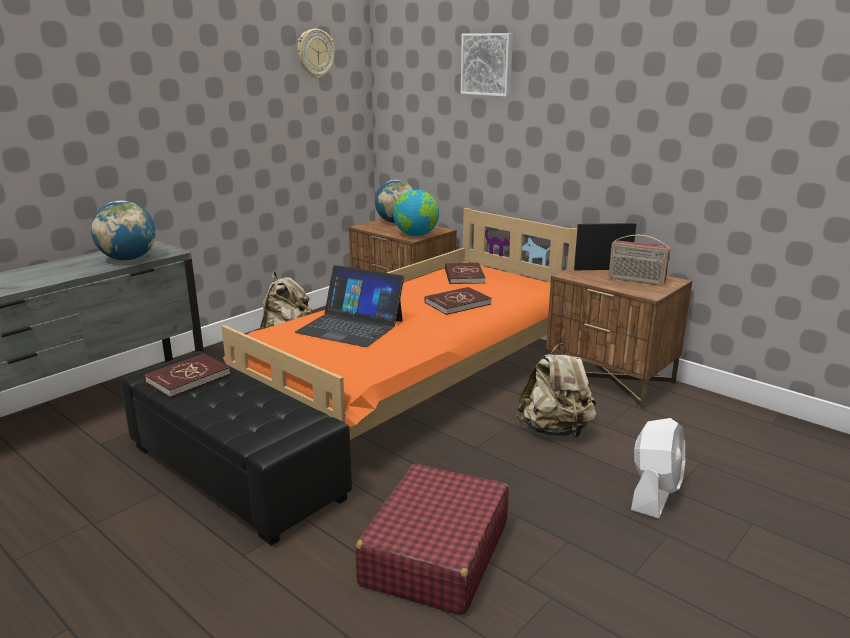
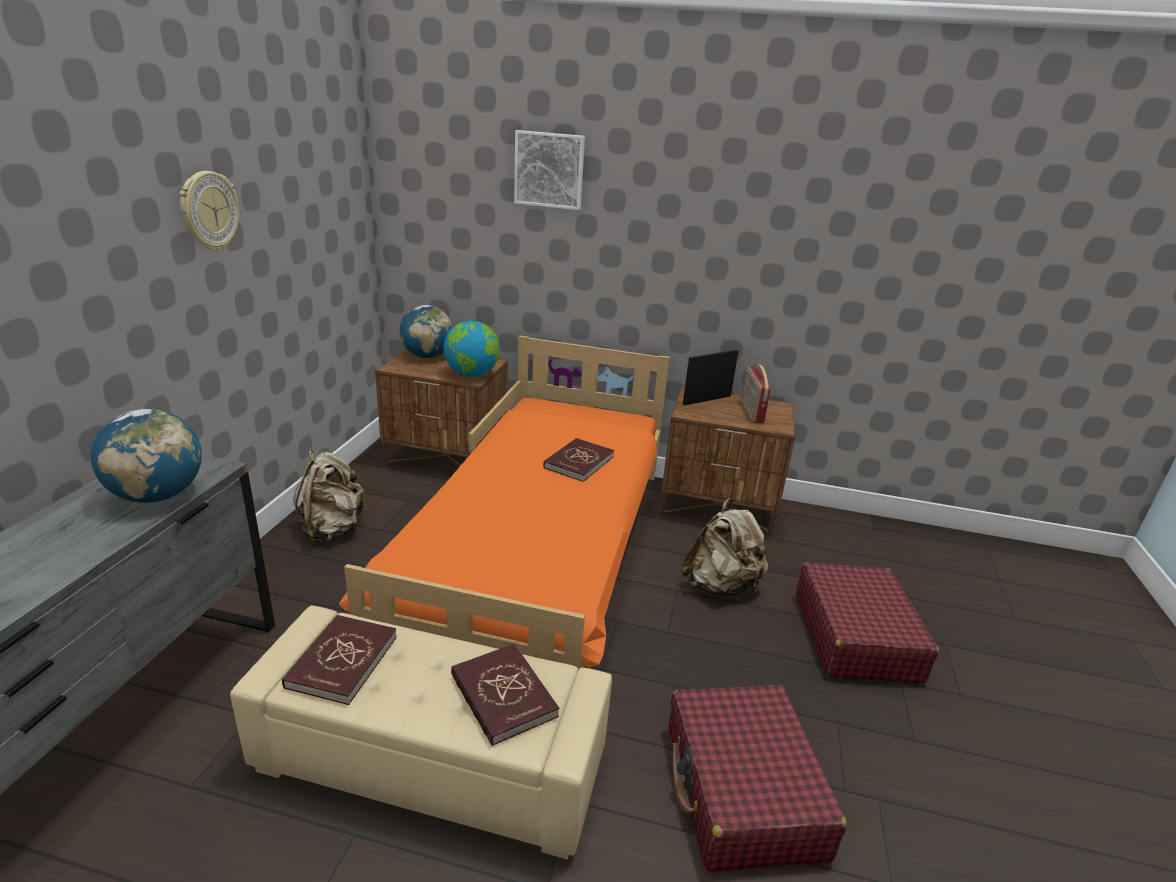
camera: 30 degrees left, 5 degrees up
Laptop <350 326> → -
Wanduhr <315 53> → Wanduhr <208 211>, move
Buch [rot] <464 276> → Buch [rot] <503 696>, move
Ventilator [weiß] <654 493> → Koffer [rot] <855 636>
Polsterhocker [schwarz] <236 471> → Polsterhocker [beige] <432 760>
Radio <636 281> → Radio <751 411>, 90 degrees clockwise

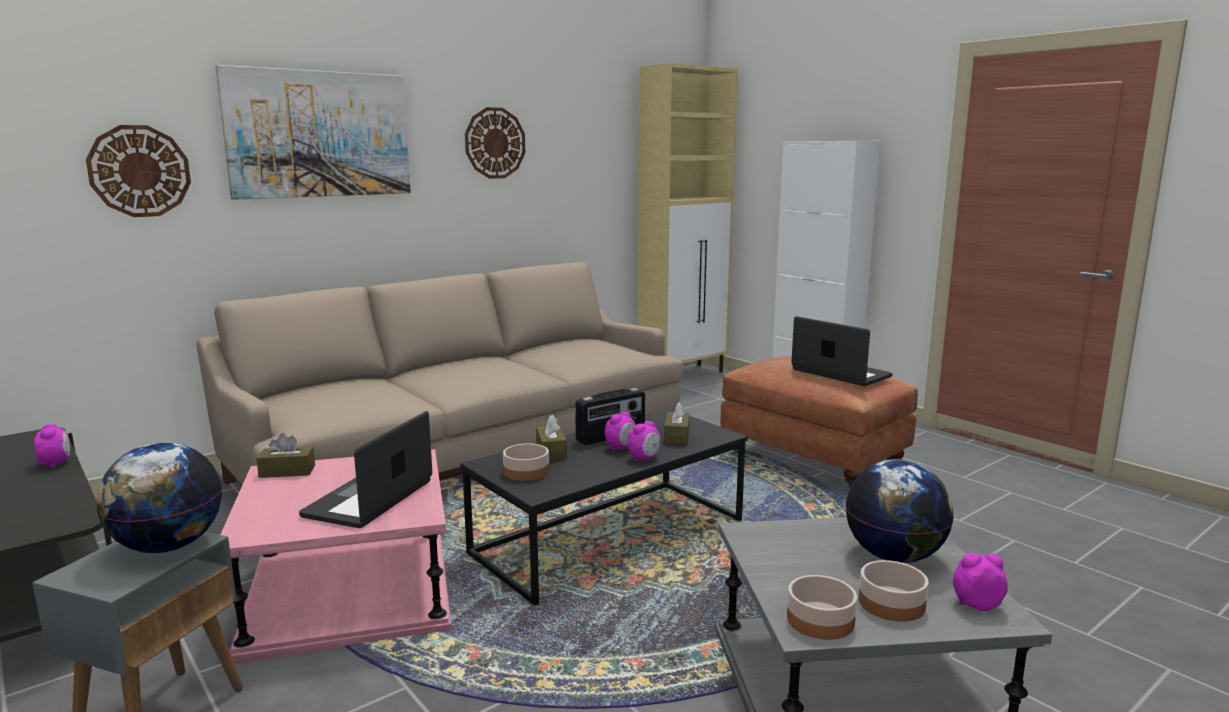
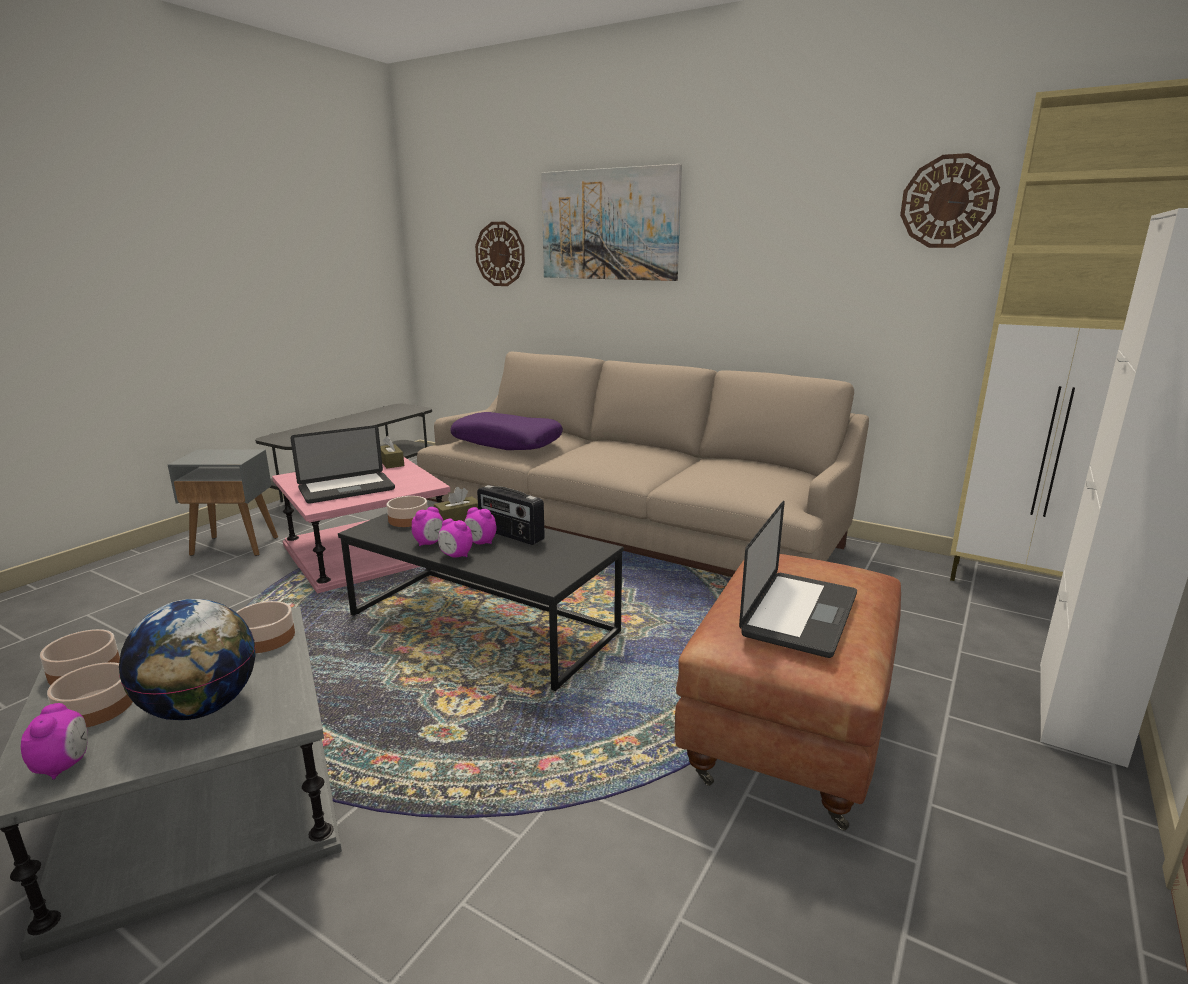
camera: 70 degrees right, 5 degrees up
Globus <168 546> → -
Taschentuchbox [braun] <676 436> → -
- → Schüssel <266 638>
- → Kissen [lila] <507 442>
Wecker <56 464> → Wecker <430 543>, move
Wanduhr <495 143> → Wanduhr <948 202>, move
Laptop <369 499> → Laptop <347 489>, 150 degrees clockwise

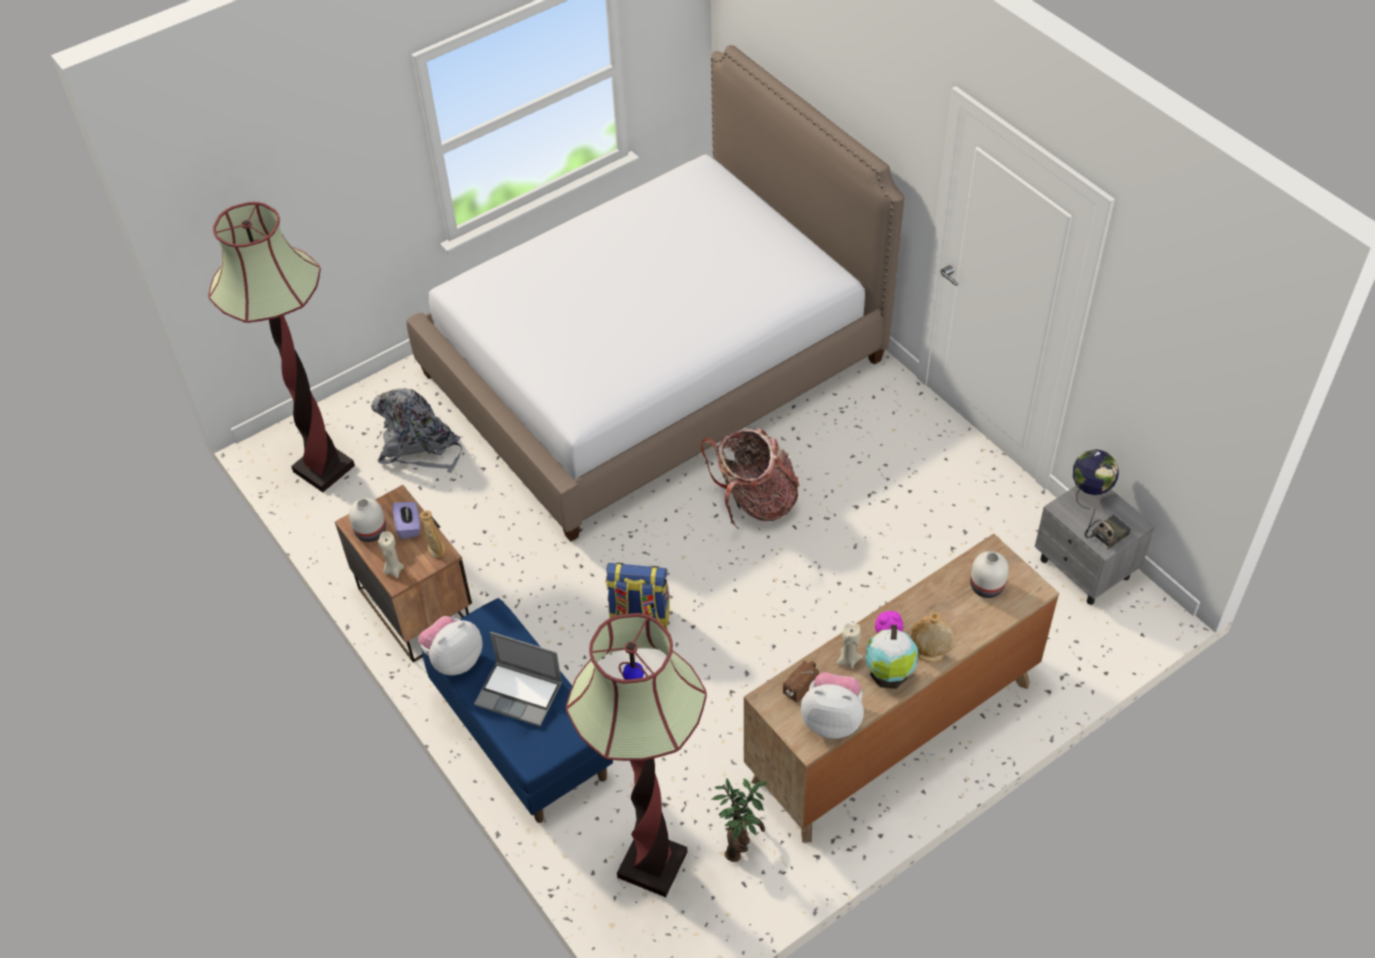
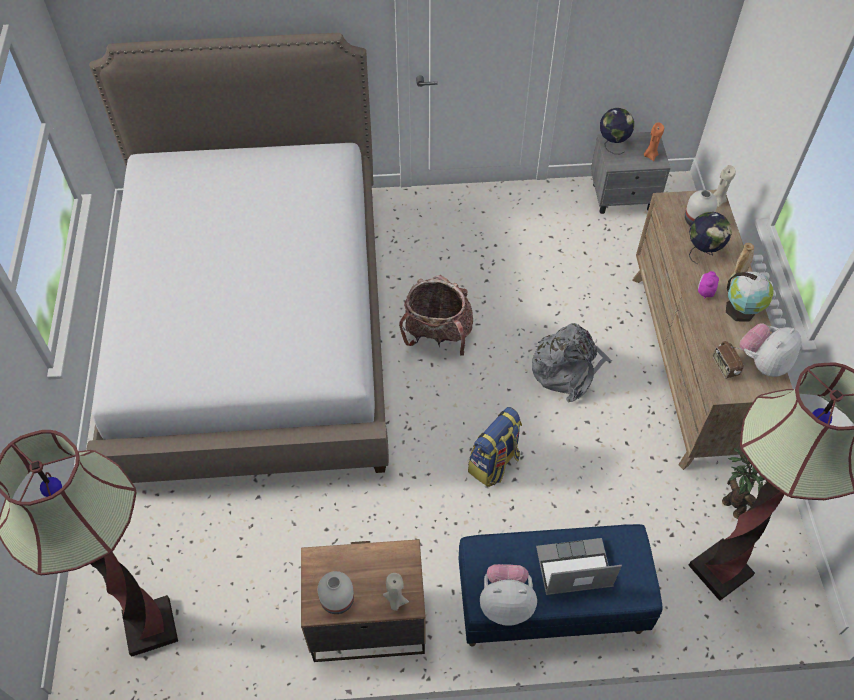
camera: 60 degrees left, 5 degrees up
Taschentuchbox [lila] <409 526> → -
Vase [beige] <436 549> → -
- → Globus <703 252>
Rucksack [grau] <420 446> → Rucksack [grau] <567 369>, move
Kerze [beige] <848 660> → Kerze [beige] <717 200>, move
Radio <1106 534> → Kerze [orange] <650 155>
Plüschtier <454 659> → Plüschtier <506 603>, 105 degrees clockwise
Laptop <520 694> → Laptop <573 569>, 150 degrees counterclockwise

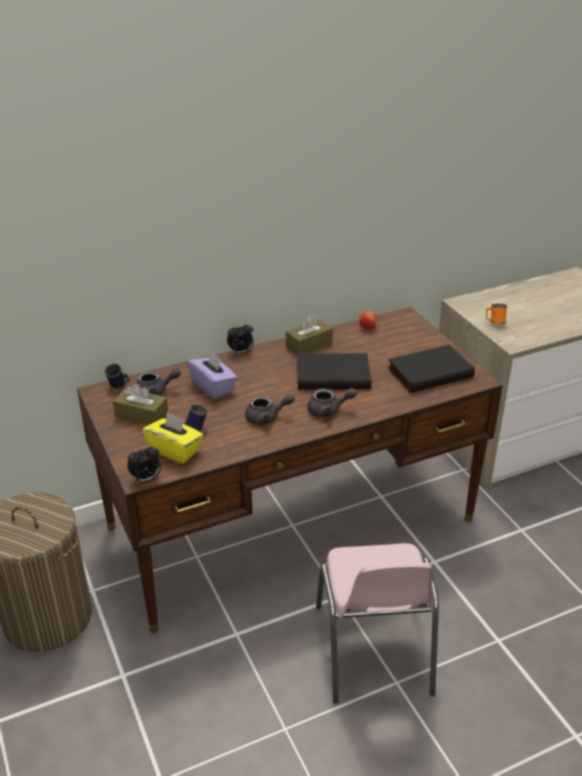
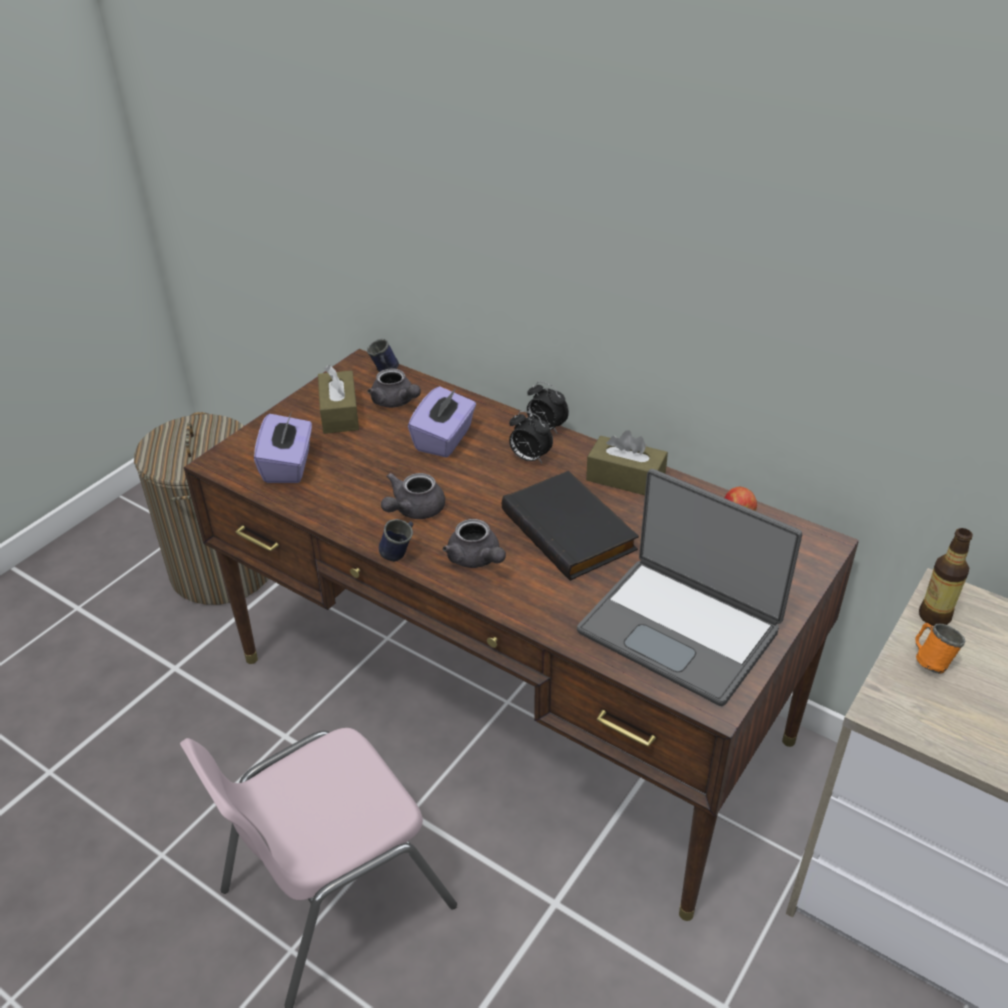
camera: 60 degrees right, 5 degrees up
- → Flasche <934 616>
Wecker <146 479> → Wecker <529 458>, move
Henkelbecher [blau] <196 426> → Henkelbecher [blau] <400 553>, move
Buch [schwarz] <429 371> → Laptop <681 629>
Taschentuchbox [gelb] <175 450> → Taschentuchbox [lila] <288 466>
Teekanne [grau] <267 418> → Teekanne [grau] <413 510>, 75 degrees clockwise

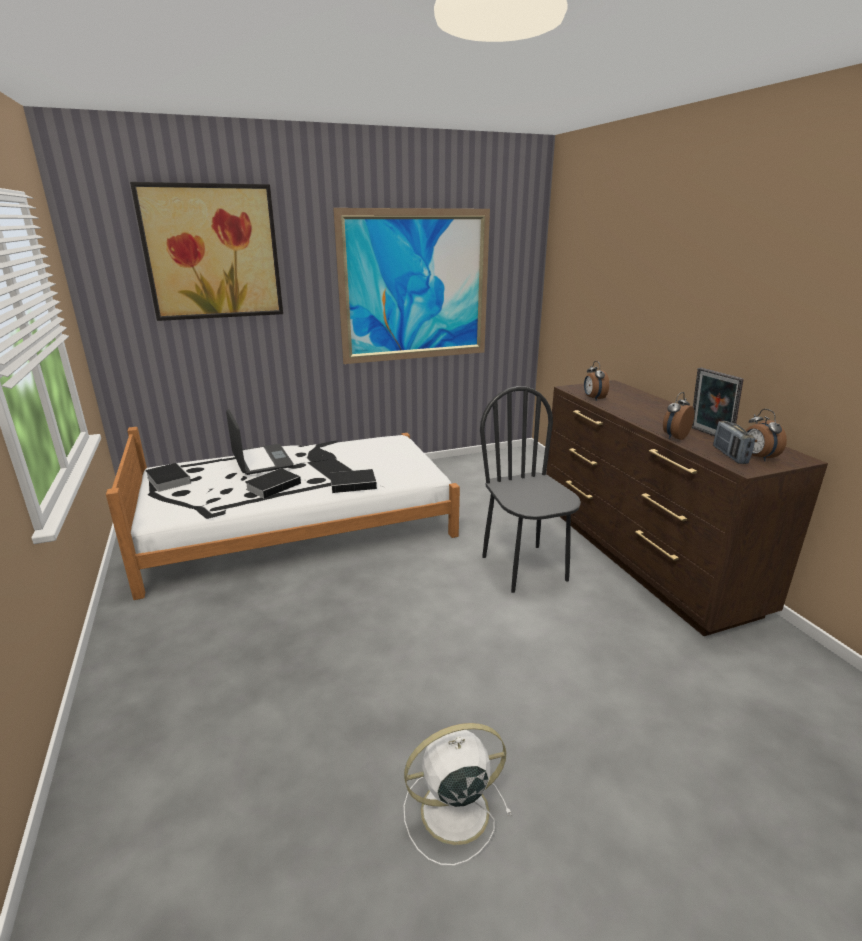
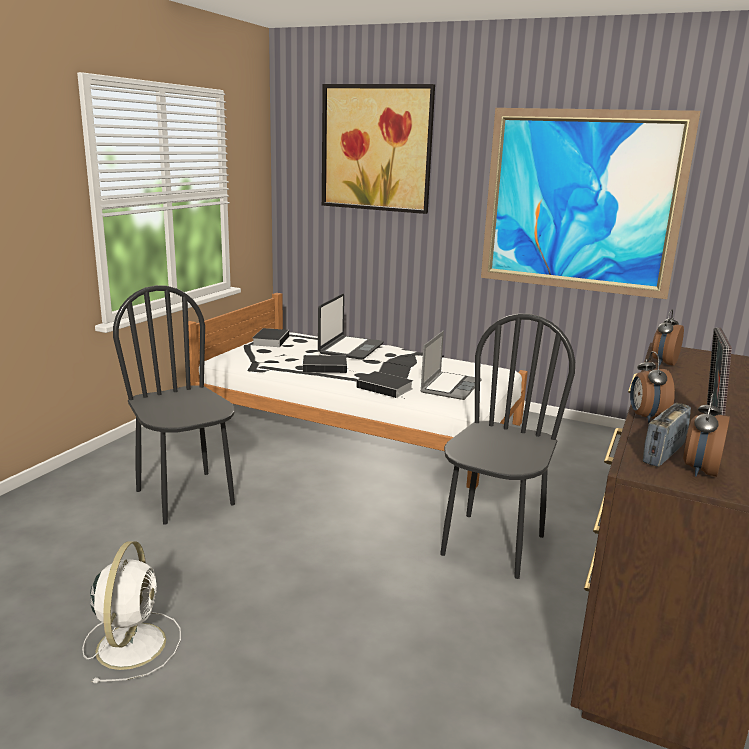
camera: 45 degrees right, 5 degrees down
- → Stuhl [schwarz] <186 497>
- → Laptop <450 387>
Ventilator [weiß] <451 812> → Ventilator [weiß] <132 643>, 60 degrees clockwise
Wecker <674 437> → Wecker <645 418>, 90 degrees counterclockwise

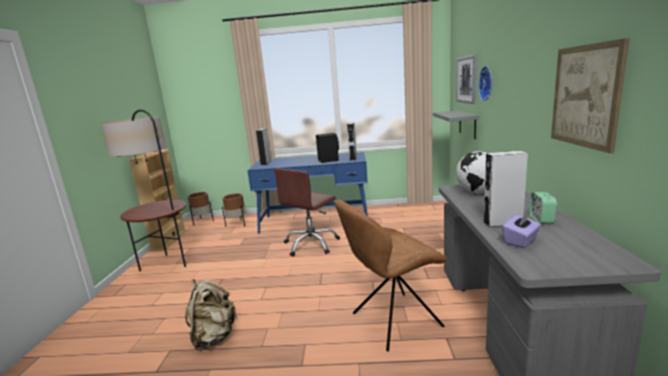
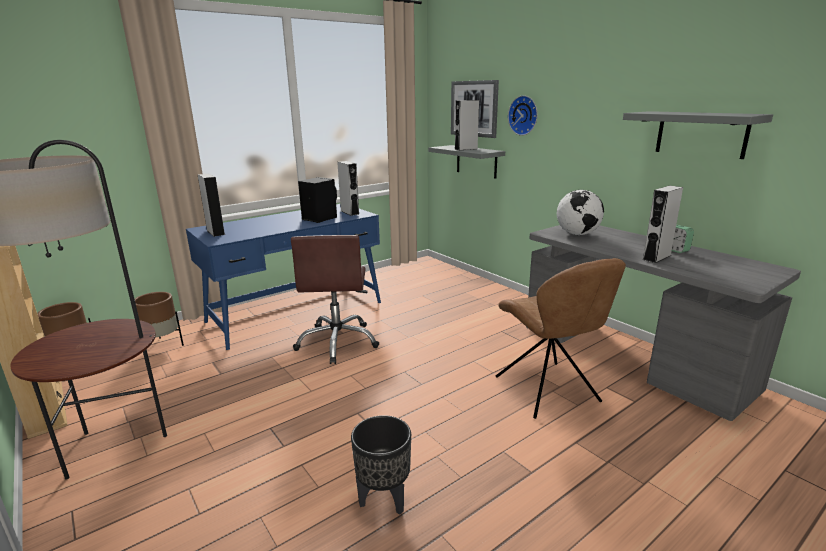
camera: 40 degrees left, 5 degrees up
Taschentuchbox [lila] <520 241> → -
- → Lautsprecher [grau] <466 149>
Rucksack [beige] <214 336> → Pflanzkübel [schwarz] <383 499>
Bild <585 96> → Wandregal [grau] <701 134>
Stuhl [braun] <393 321> → Stuhl [braun] <548 391>, 45 degrees counterclockwise

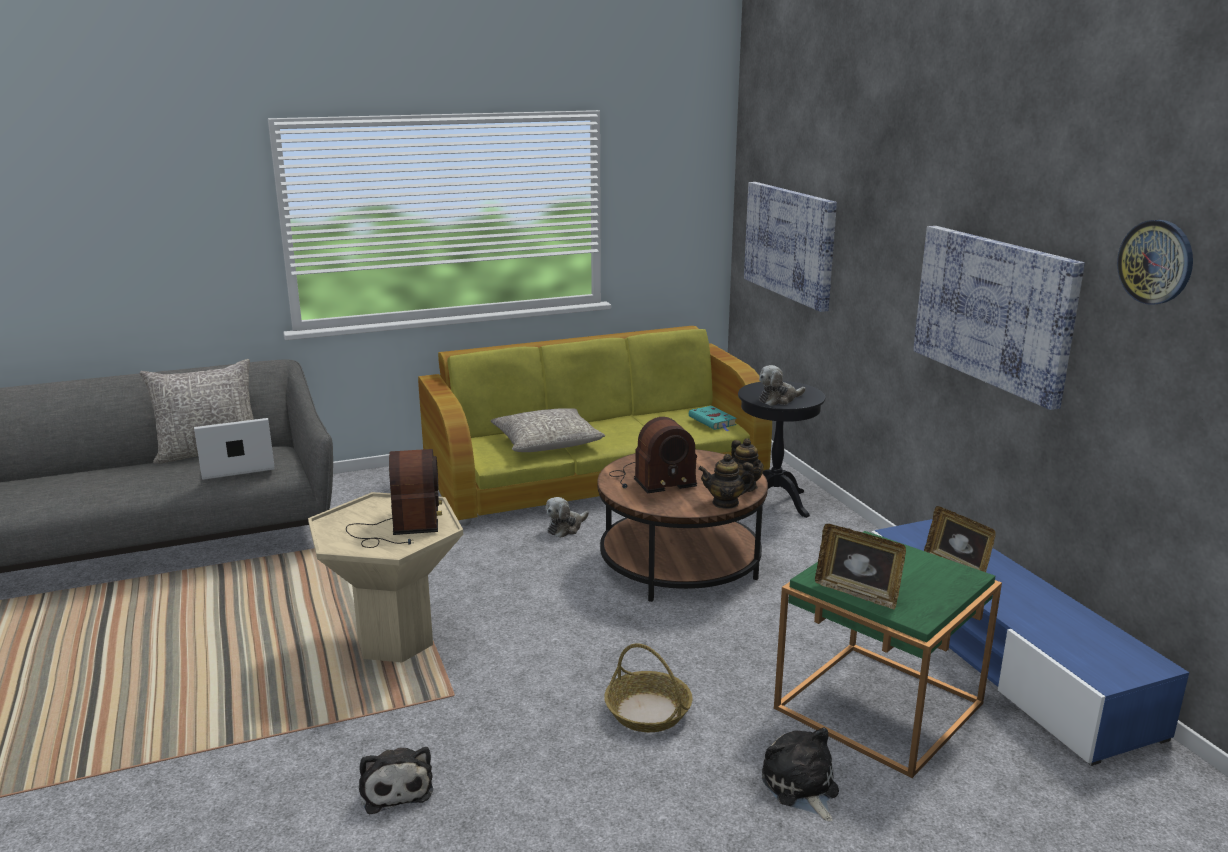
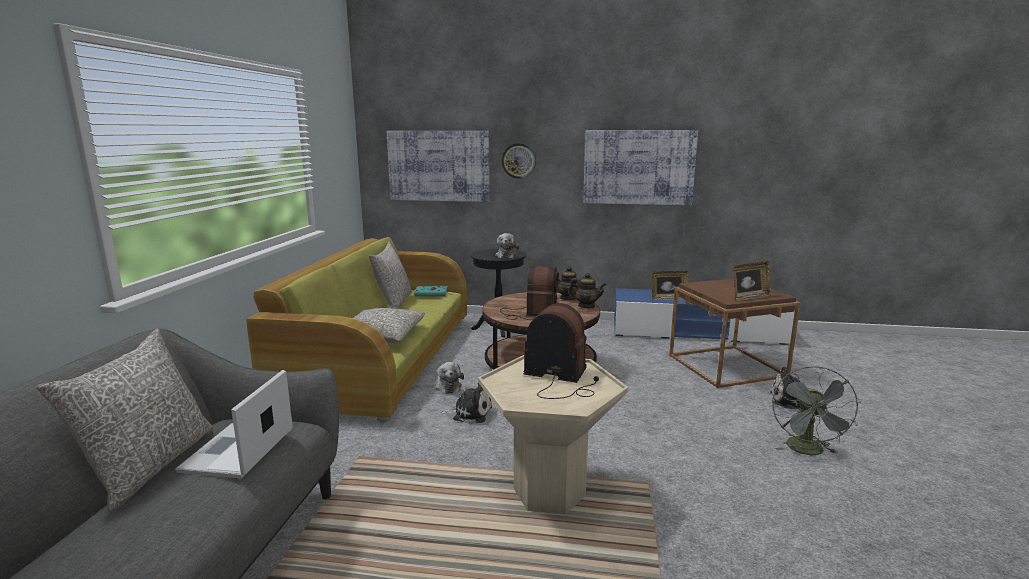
camera: 60 degrees left, 5 degrees down
Korb <648 712> → -
- → Kissen [grau] <393 302>
- → Ventilator [grau] <808 451>
Plüschtier <395 787> → Plüschtier <470 413>, move
Wanduhr <1156 262> → Wanduhr <518 161>, move
Beistelltisch [grün] <878 706> → Beistelltisch [braun] <726 365>
Teekanne <725 503> → Teekanne <586 306>, 105 degrees counterclockwise

